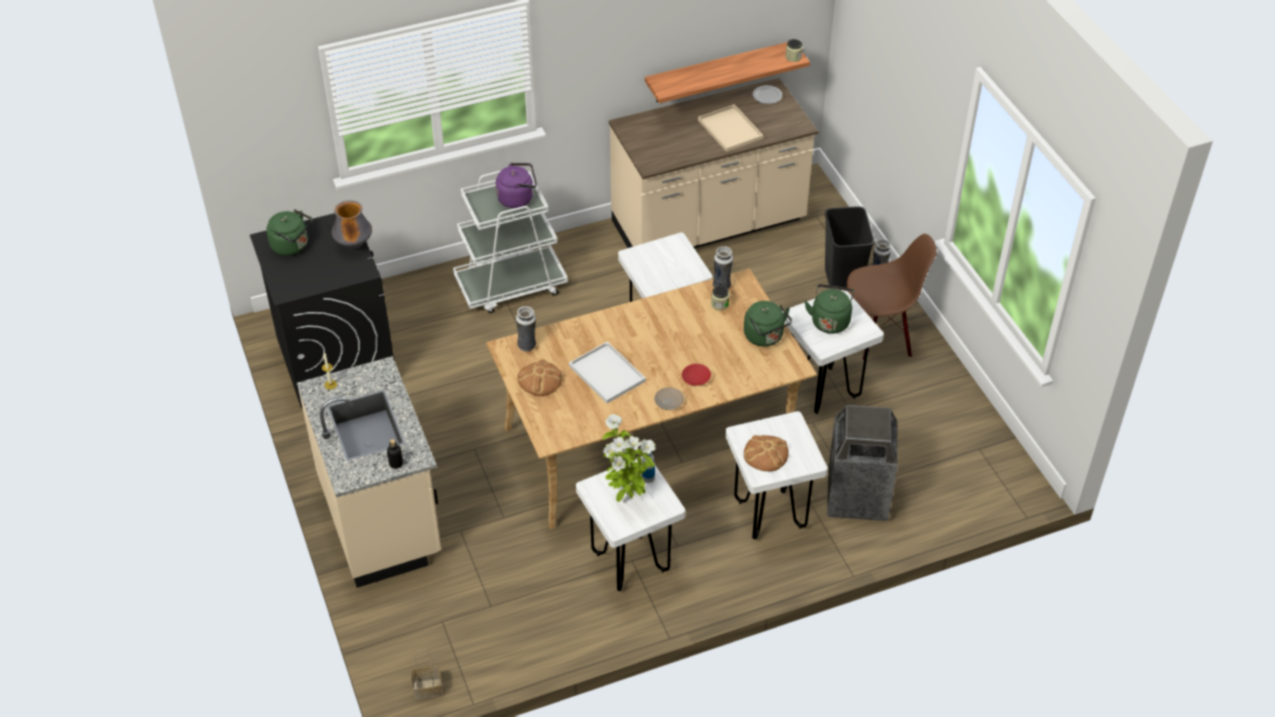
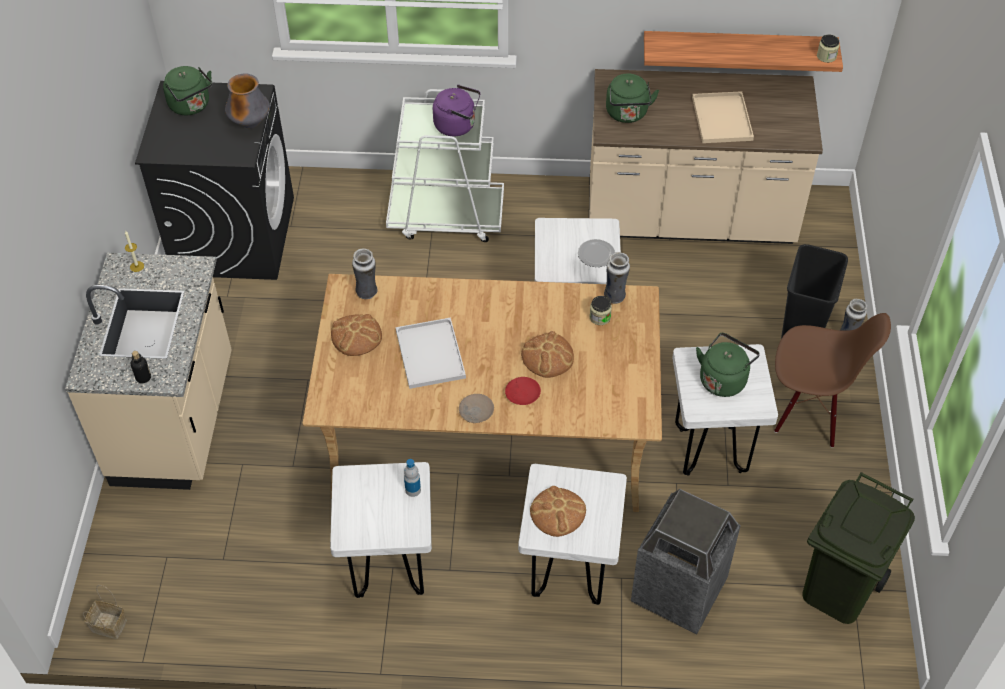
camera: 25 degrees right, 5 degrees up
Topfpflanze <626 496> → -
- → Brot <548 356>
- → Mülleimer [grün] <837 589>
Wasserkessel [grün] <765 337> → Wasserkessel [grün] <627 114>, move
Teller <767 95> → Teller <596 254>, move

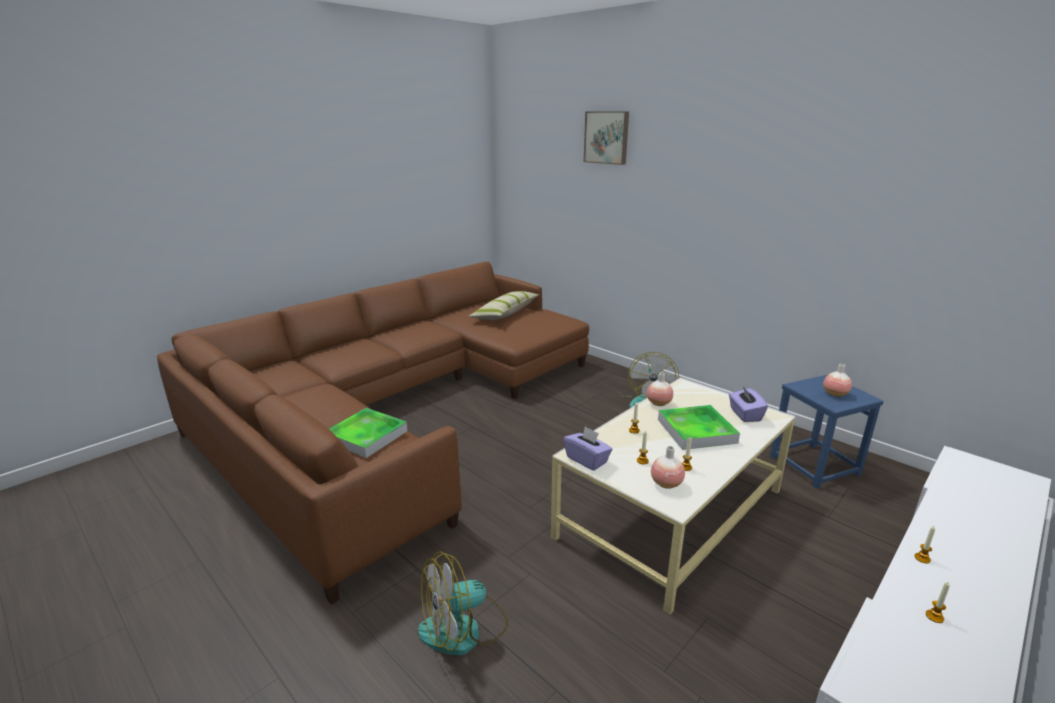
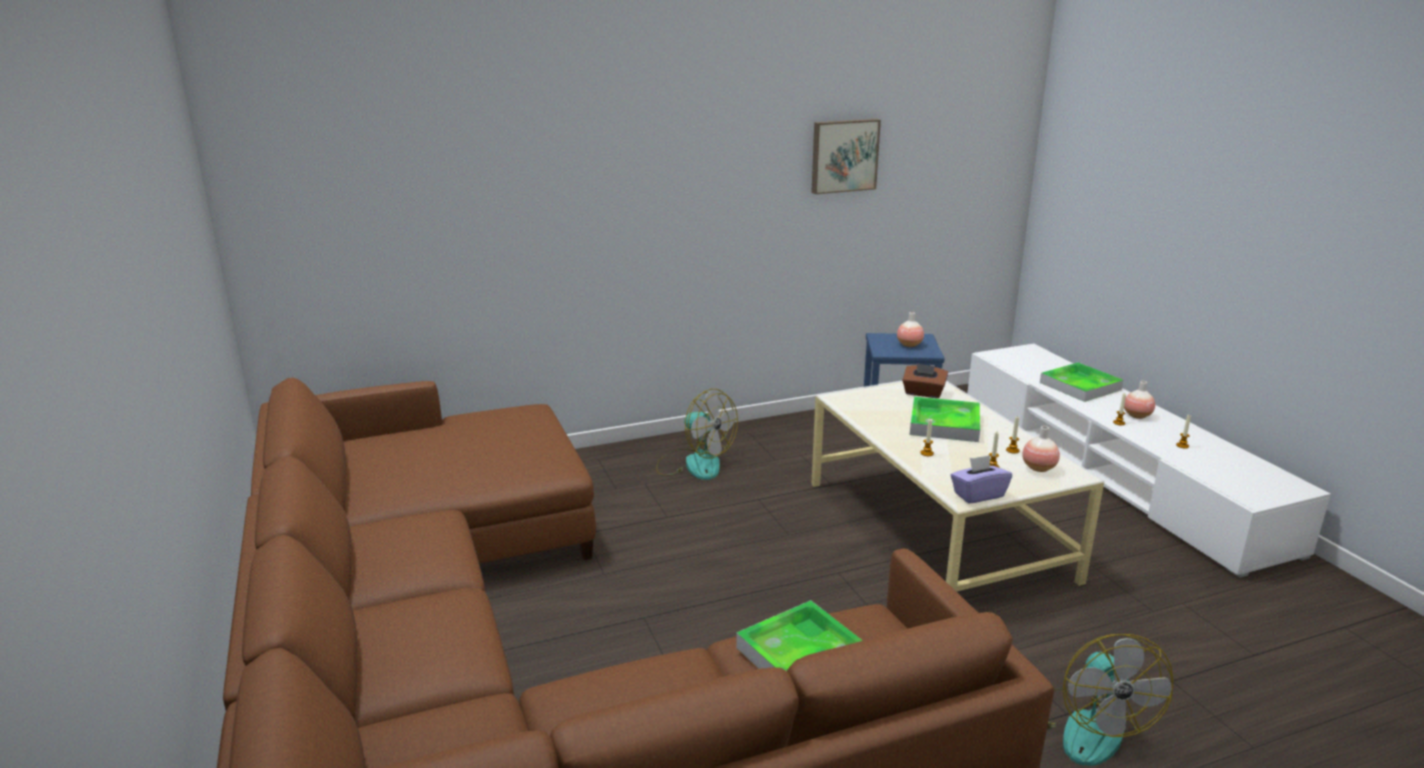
camera: 65 degrees left, 0 degrees up
Kissen <505 313> → -
- → Tablett <1080 386>
Bild <607 137> → Bild <843 155>, move
Vase <658 403> → Vase <1137 416>, move
Taschentuchbox [lila] <744 414> → Taschentuchbox [braun] <923 393>

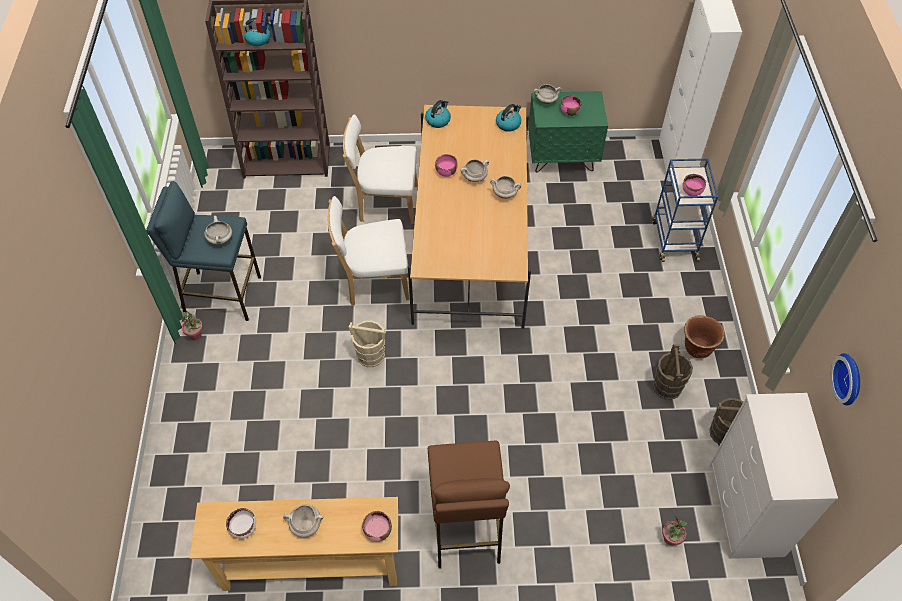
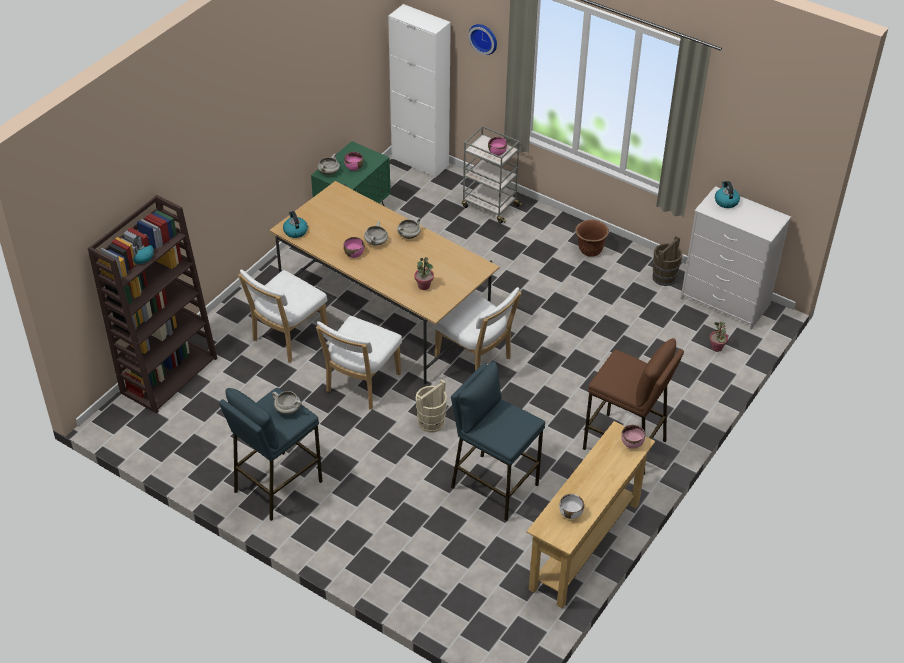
camera: 55 degrees left, 10 degrees down
Kochtopf [weiß] <305 525> → -
Eimer [braun] <667 387> → -
- → Stuhl [weiß] <475 360>
- → Hocker [blau] <494 486>
Topfpflanze <195 335> → Topfpflanze <424 286>, move
Wasserkessel <508 124> → Wasserkessel <726 201>, move
Wanduhr <850 379> → Wanduhr <484 38>, move
Rollwagen [blau] <674 239> → Rollwagen [grau] <489 206>

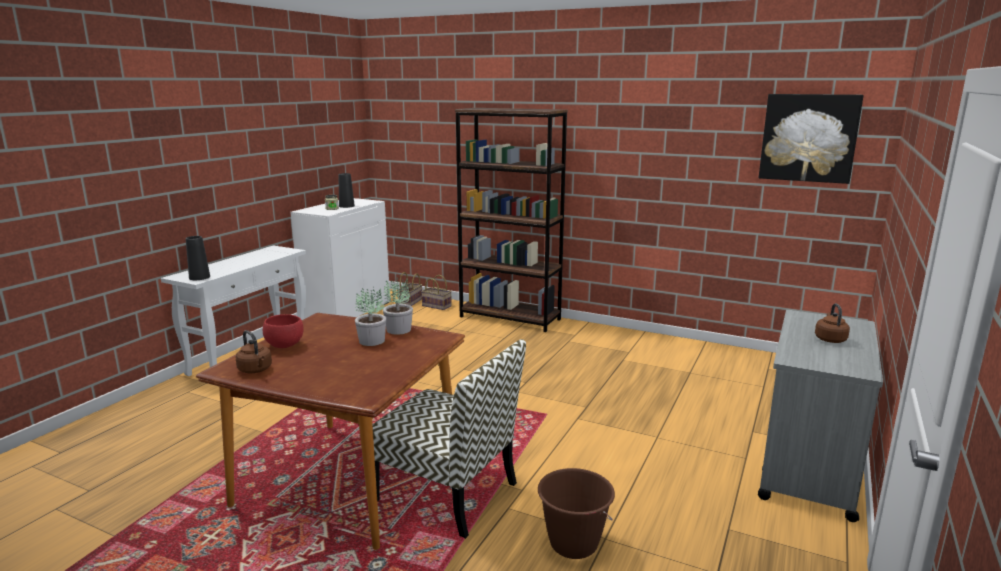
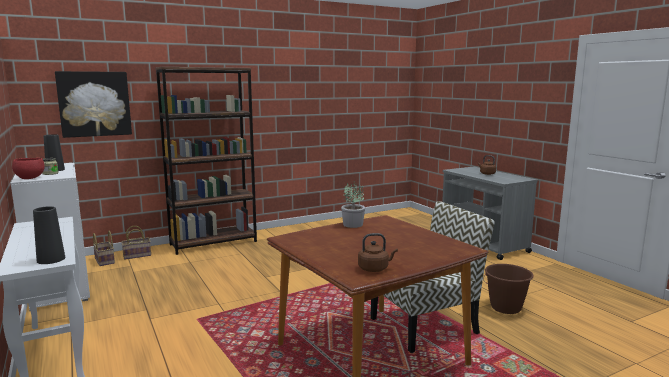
camera: 55 degrees left, 5 degrees down
Topfpflanze <372 340> → -
Schüssel [rot] <285 345> → Schüssel [rot] <30 178>, move
Bild <808 138> → Bild <94 104>, move

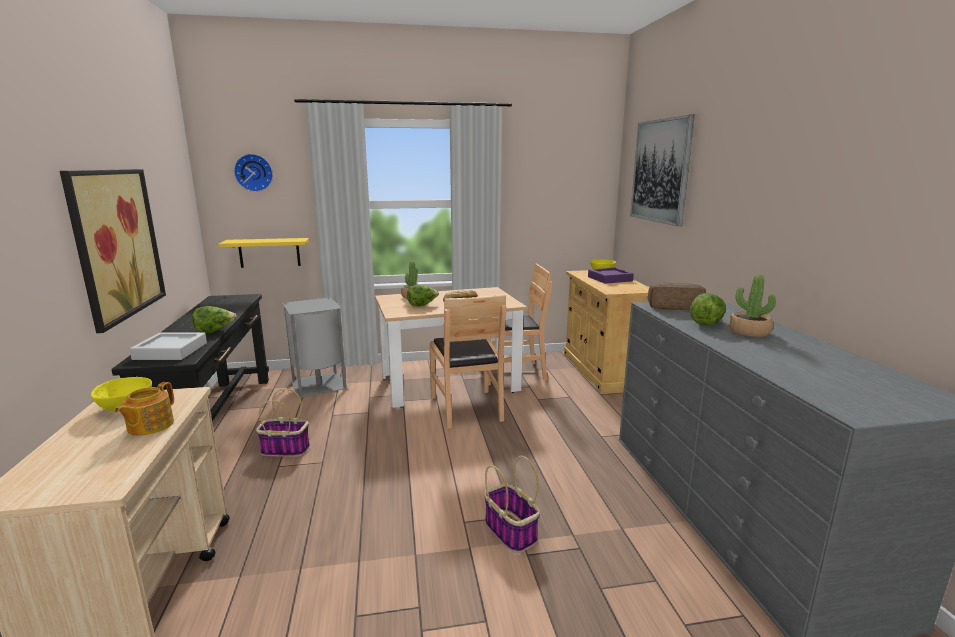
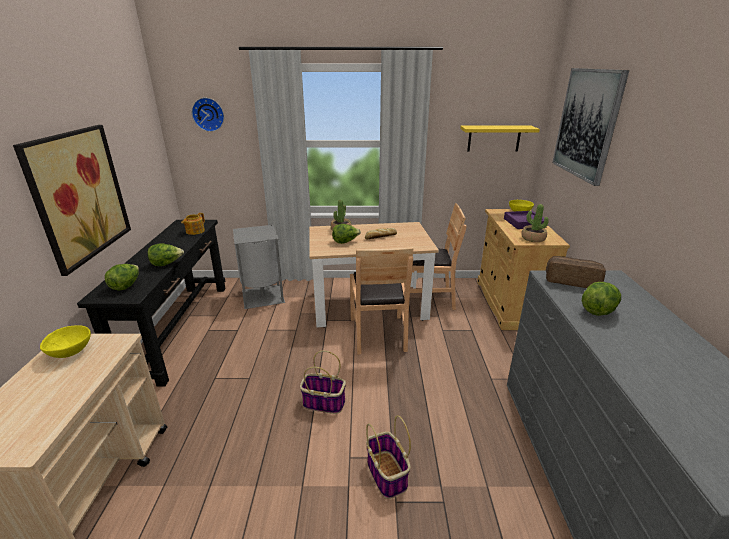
camera: 10 degrees right, 10 degrees up
Teekanne <149 426> → Teekanne <194 231>, move
Wandregal [gelb] <269 252> → Wandregal [gelb] <494 138>, move
Korb <284 450> → Korb <323 403>, move
Topfpflanze <748 332> → Topfpflanze <533 238>, move
Tablett [grau] <171 351> → Salatkopf <126 286>

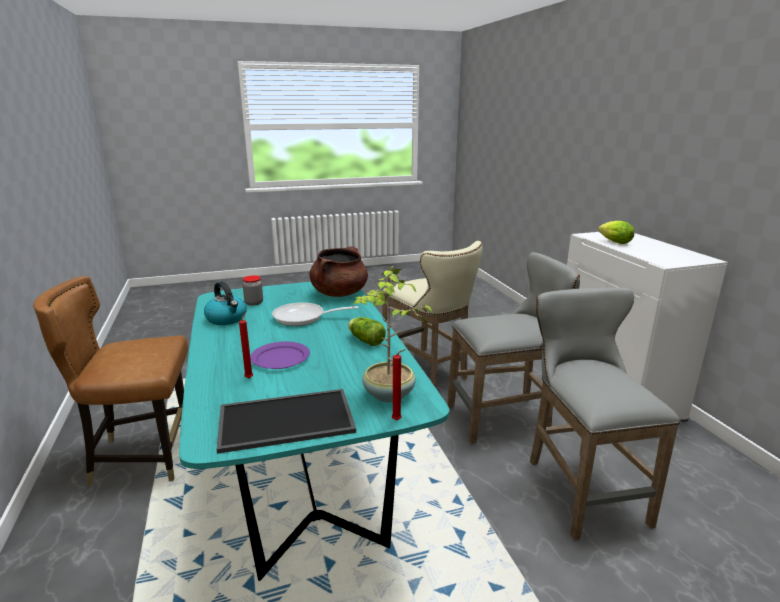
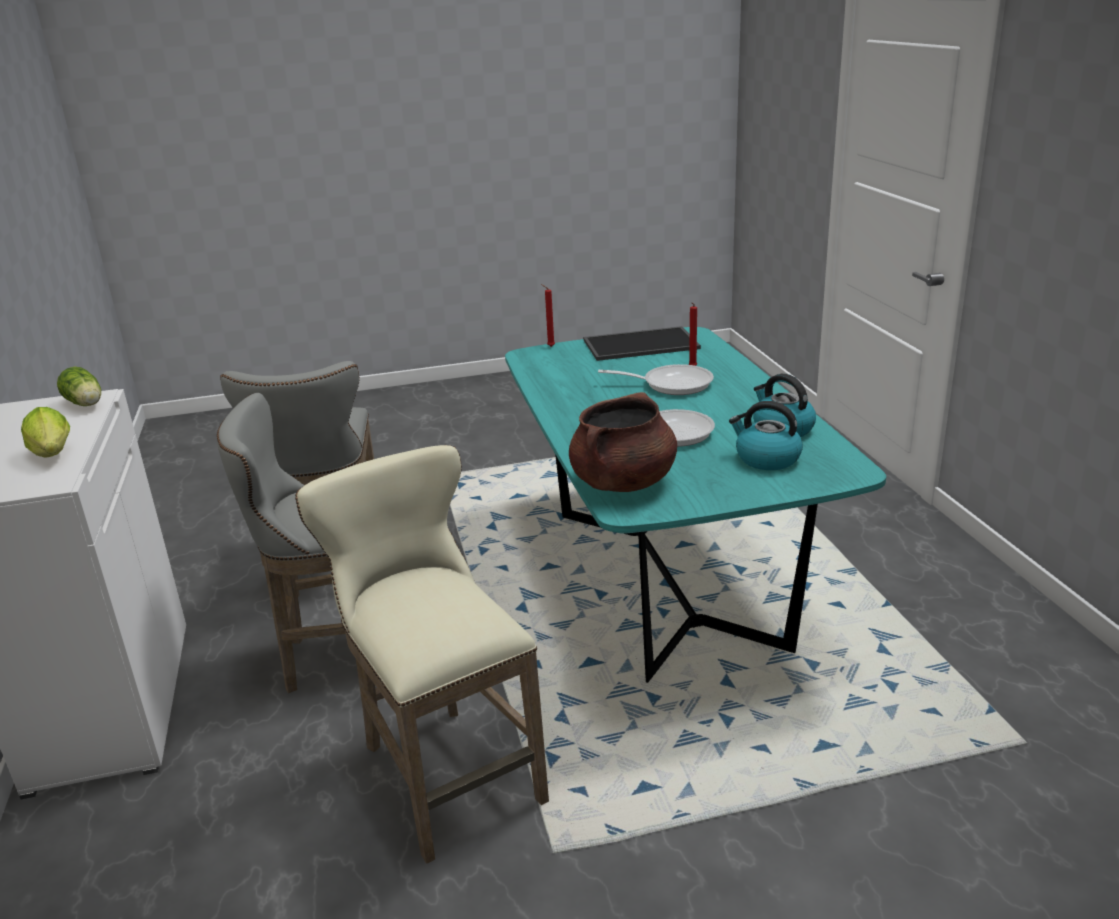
camera: 175 degrees left, 5 degrees up
Stuhl [braun] <143 456> → -
Topfpflanze <388 395> → -
Salatkopf <365 340> → Salatkopf <86 404>, move
Vorratsglas <254 303> → Wasserkessel <766 459>
Teller [lila] <280 358> → Pfanne <671 384>

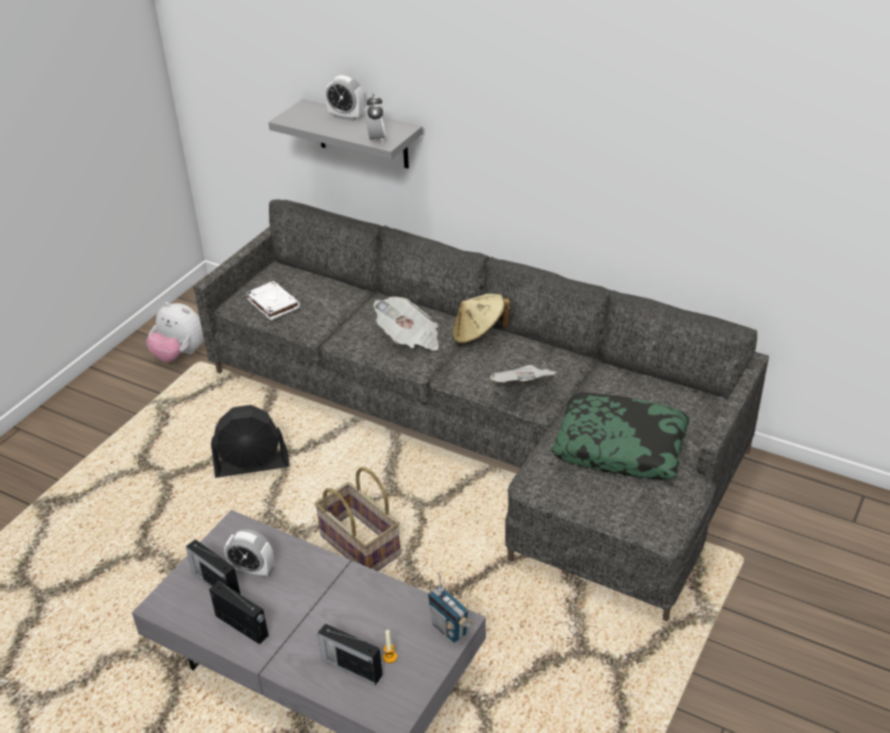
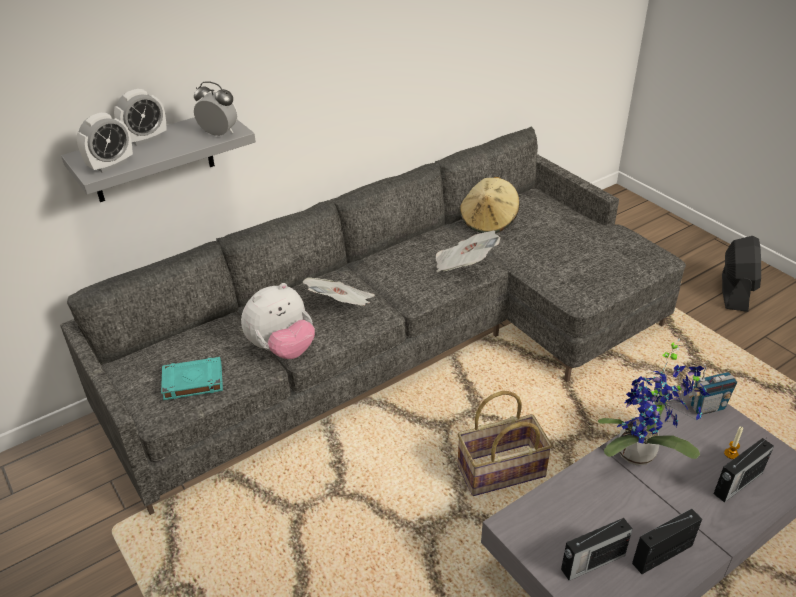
camera: 65 degrees left, 0 degrees up
Kissen <620 446> → -
- → Topfpflanze <641 454>
Plüschtier <180 354> → Plüschtier <282 349>, move
Ventilator [schwarz] <252 465> → Ventilator [schwarz] <734 292>, move
Wecker <252 570> → Wecker <111 165>, move
Hut [beige] <478 335> → Hut [beige] <488 221>, move
Buch [weiß] <272 303> → Buch [türkis] <192 382>

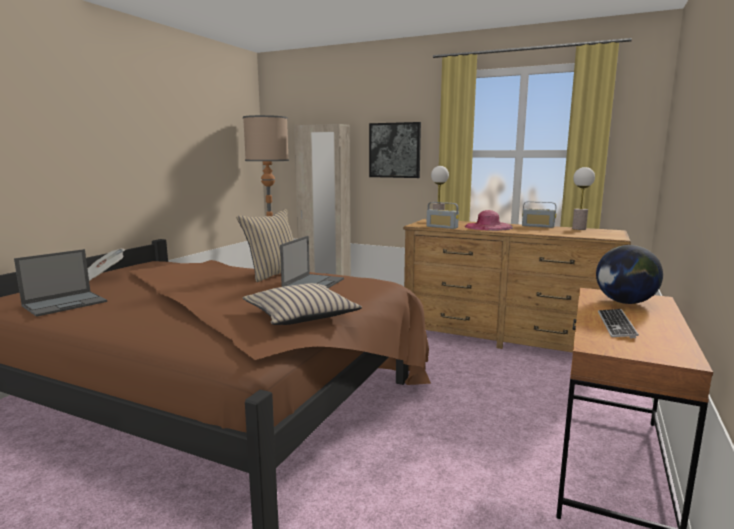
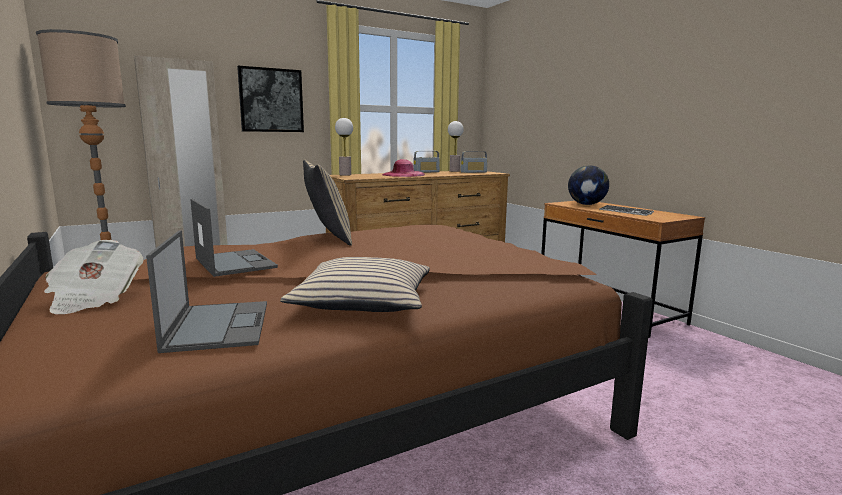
camera: 55 degrees left, 0 degrees up
Kissen [beige] <301 315> → Kissen [beige] <364 300>, move
Laptop <313 283> → Laptop <234 263>, move
Radio <442 227> → Radio <473 172>, move

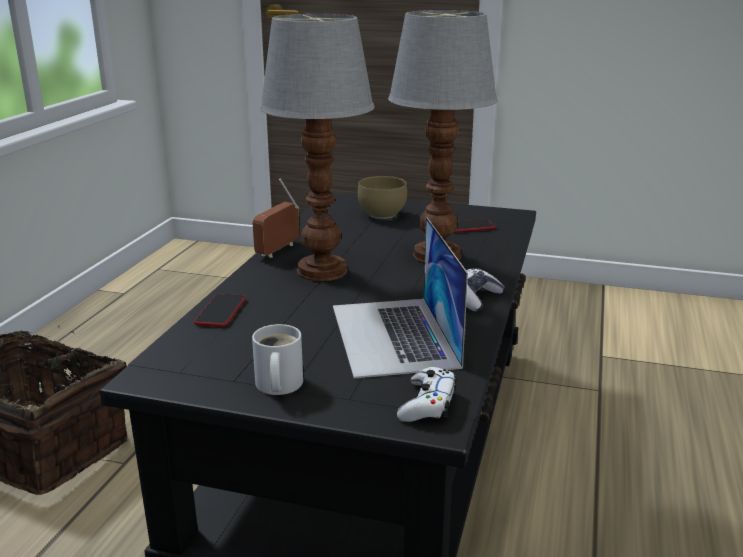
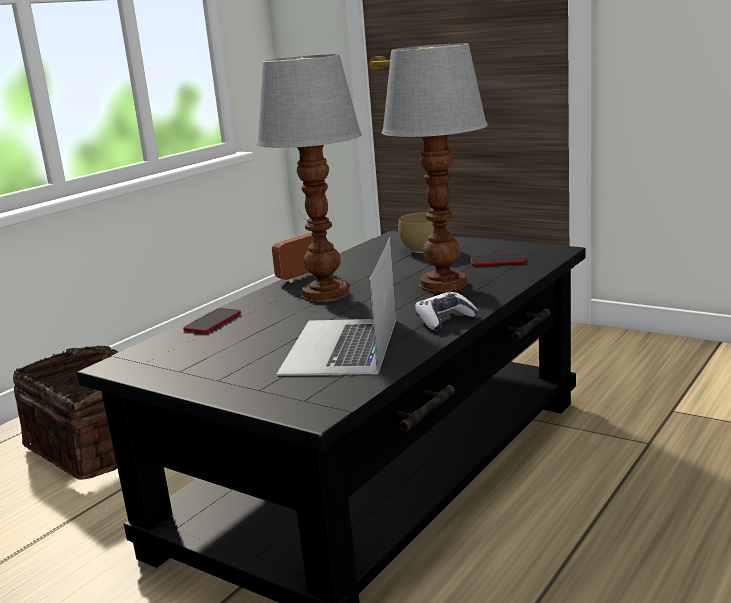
camera: 20 degrees right, 5 degrees down
Henkelbecher [weiß] <277 385> → -
Gamepad [weiß] <427 404> → -

